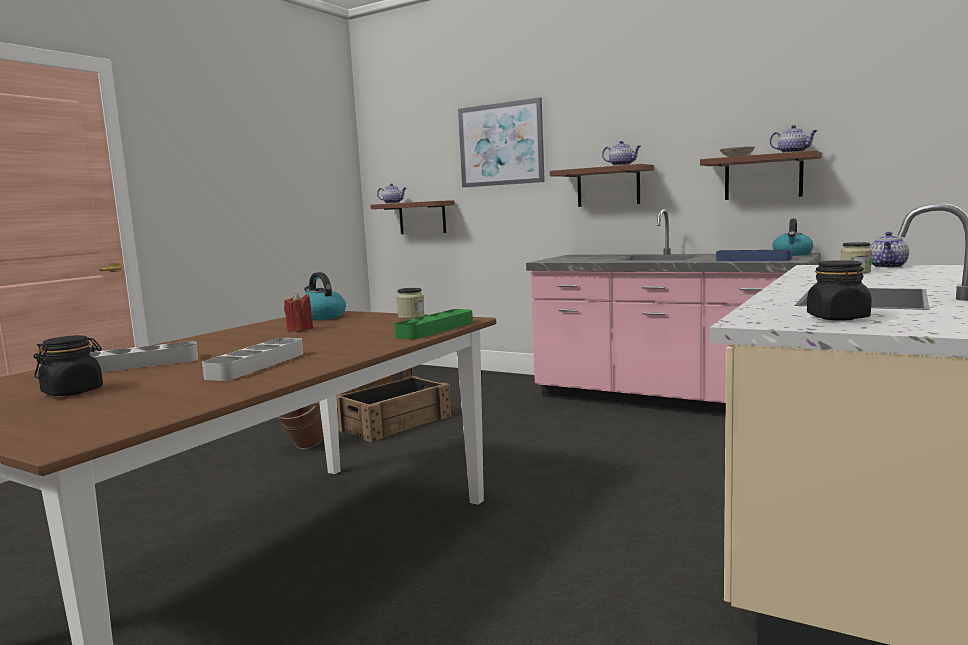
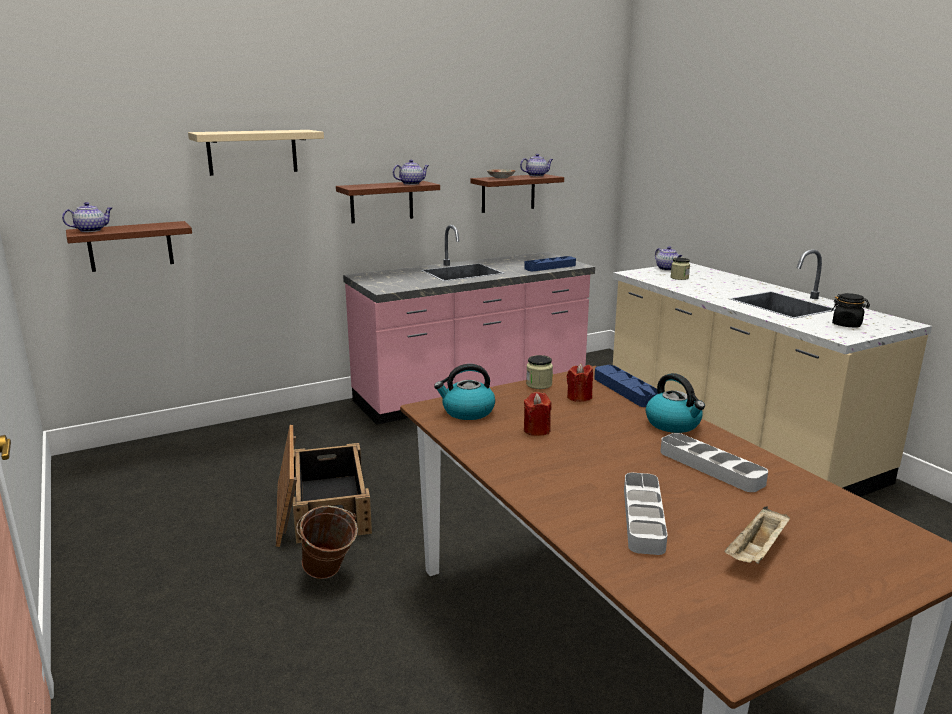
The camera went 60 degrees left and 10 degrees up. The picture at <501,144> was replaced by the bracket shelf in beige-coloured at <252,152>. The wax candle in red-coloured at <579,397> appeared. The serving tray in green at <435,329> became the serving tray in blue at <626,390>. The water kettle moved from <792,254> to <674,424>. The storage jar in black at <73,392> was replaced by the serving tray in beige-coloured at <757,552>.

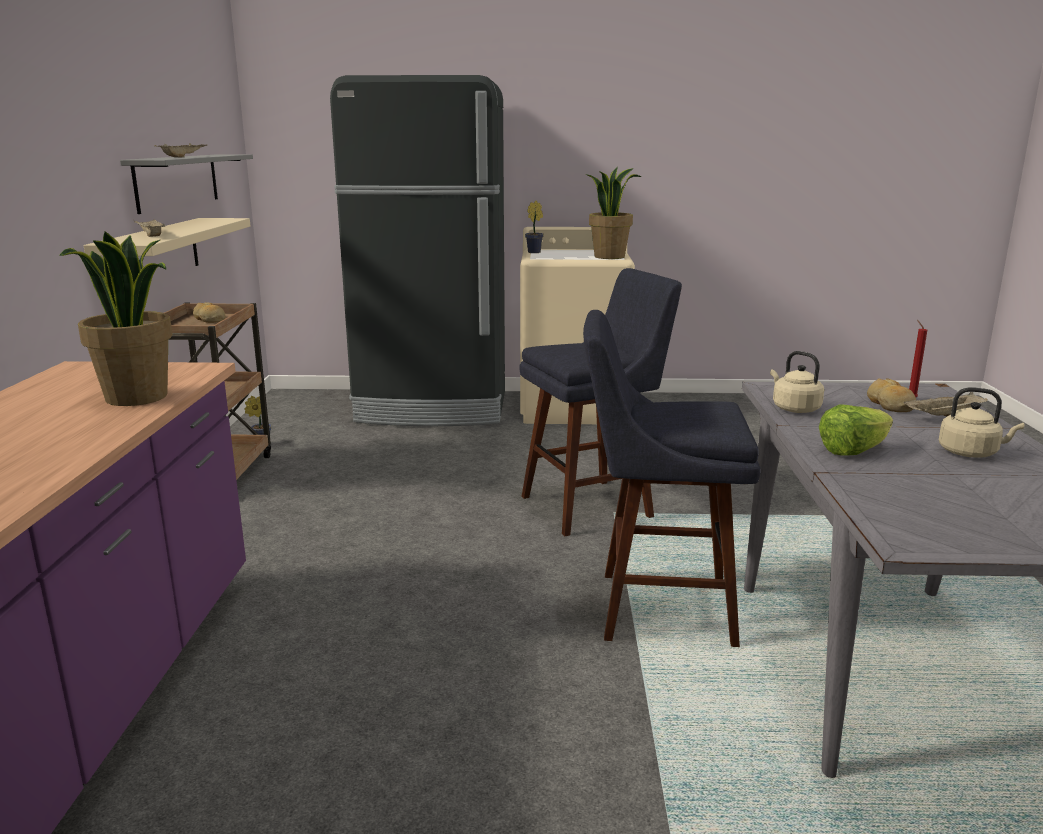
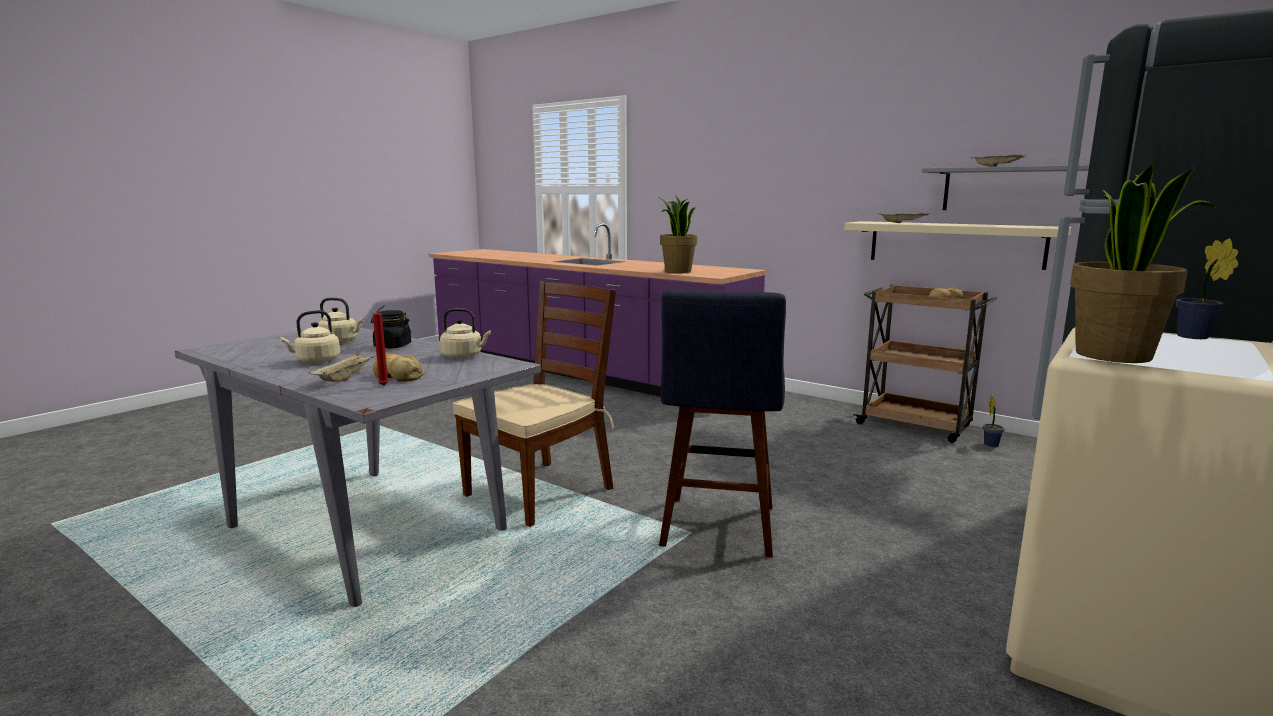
The camera went 125 degrees right and 5 degrees down. The water kettle in beige-coloured at <341,342> appeared. The lettuce at <853,451> was replaced by the storage jar in black at <392,346>. The sitting stool in blue at <654,607> was replaced by the plain chair in brownish at <540,491>.

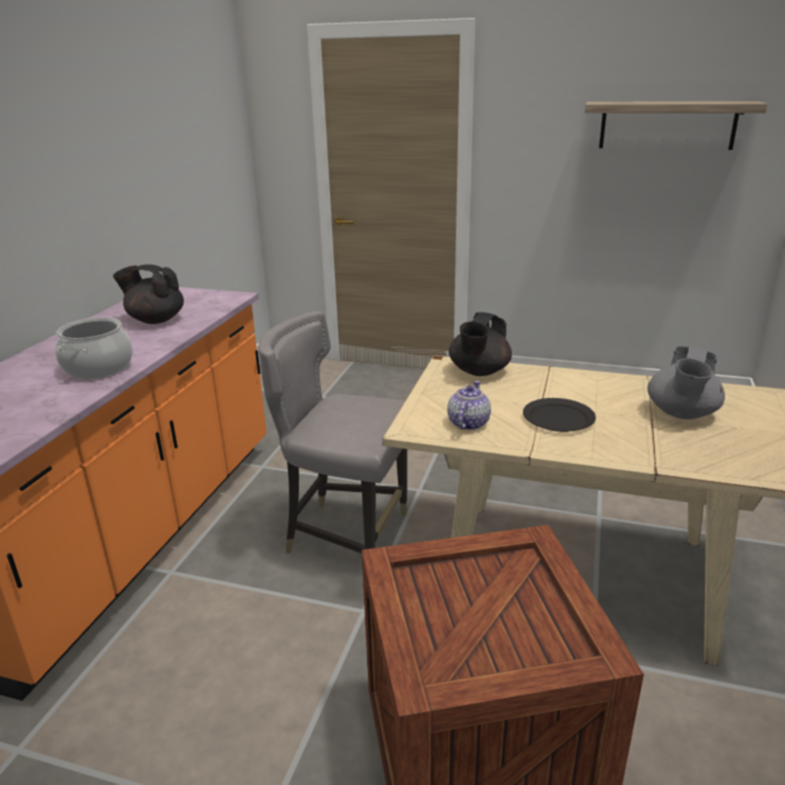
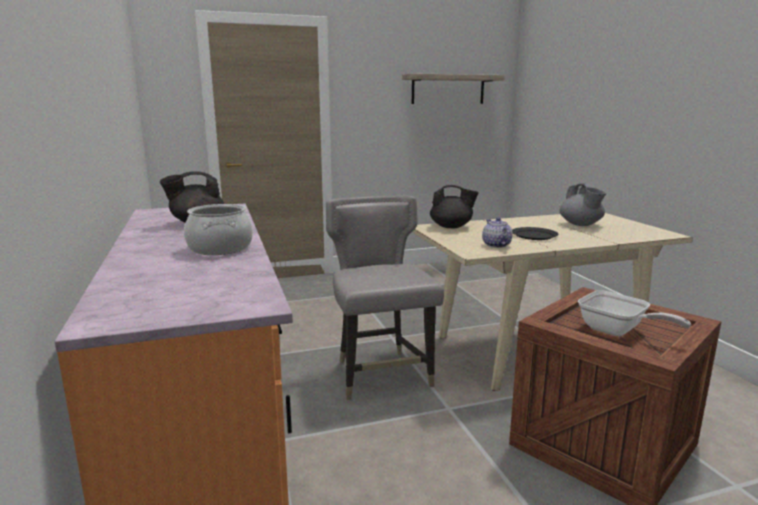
The camera went 35 degrees left and 10 degrees down. The plain chair in greyish at <348,536> turned 90 degrees clockwise. The tea pot in black at <479,372> turned 75 degrees counterclockwise. The frying pan at <617,331> appeared.

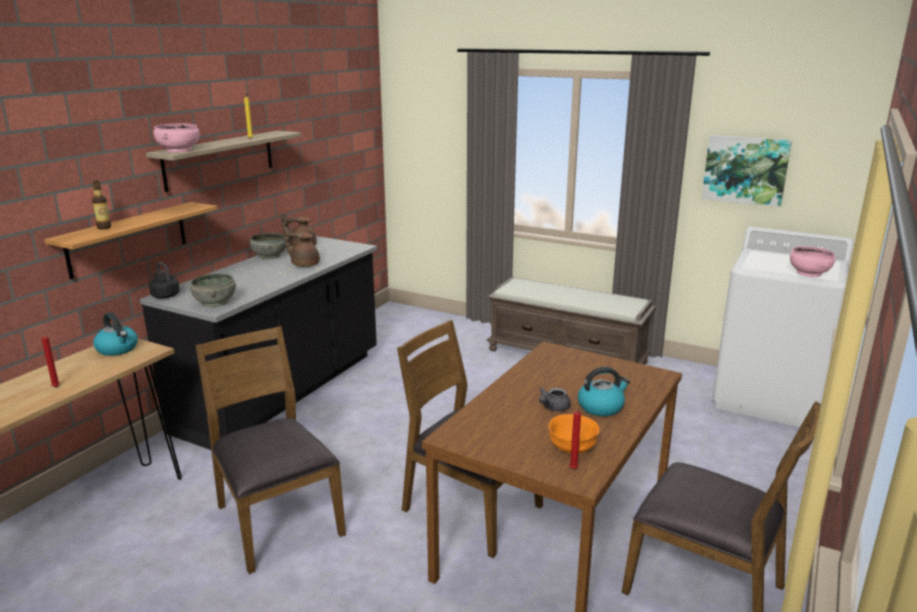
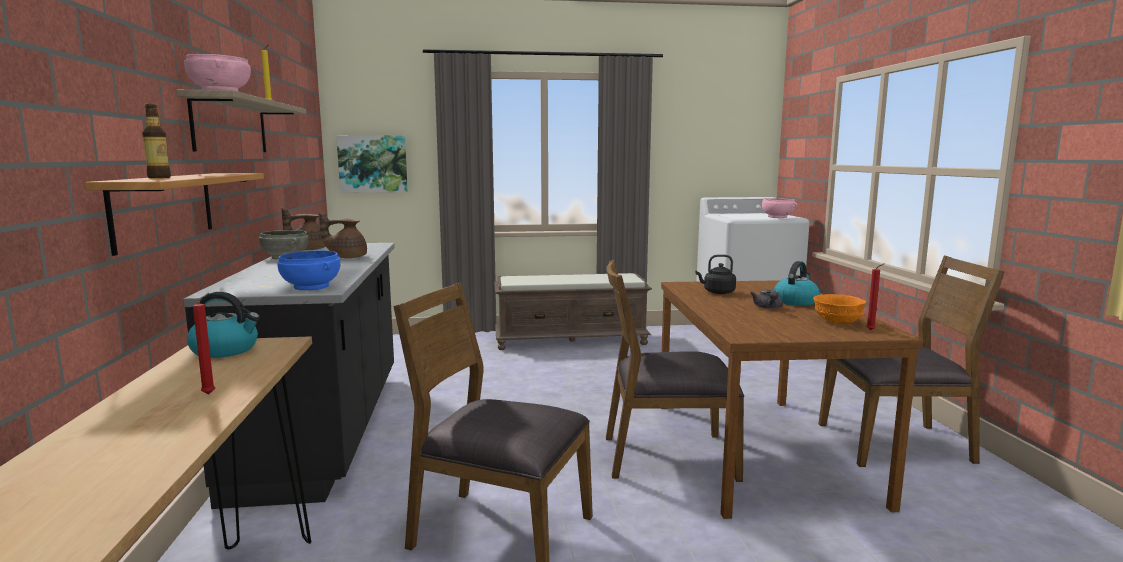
The camera went 35 degrees left and 10 degrees down. The serving bowl in greyish at <215,302> became the serving bowl in blue at <312,287>. The picture moved from <745,170> to <373,164>. The water kettle in black moved from <165,295> to <717,292>.

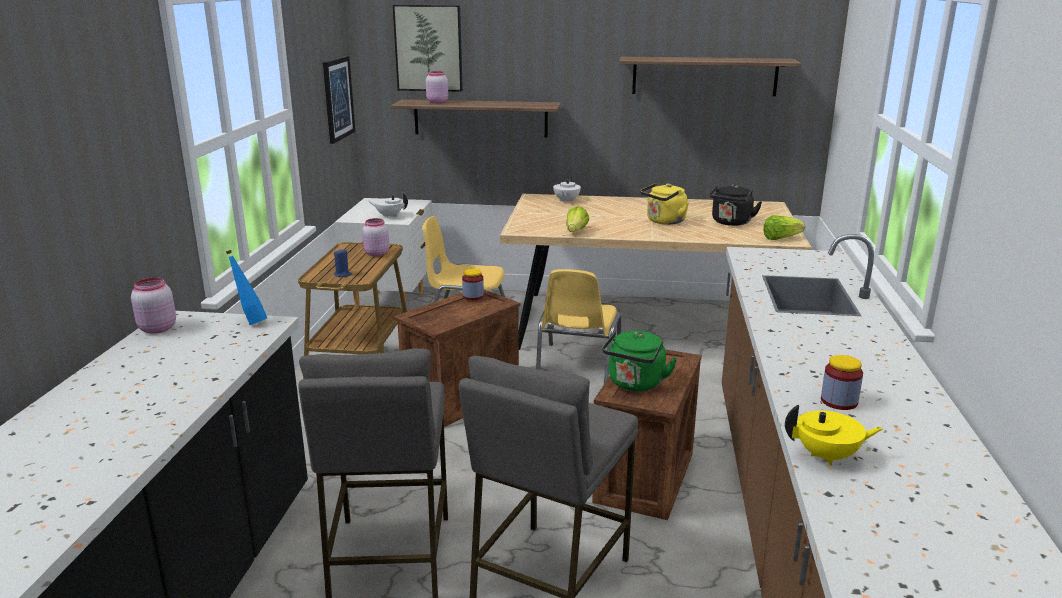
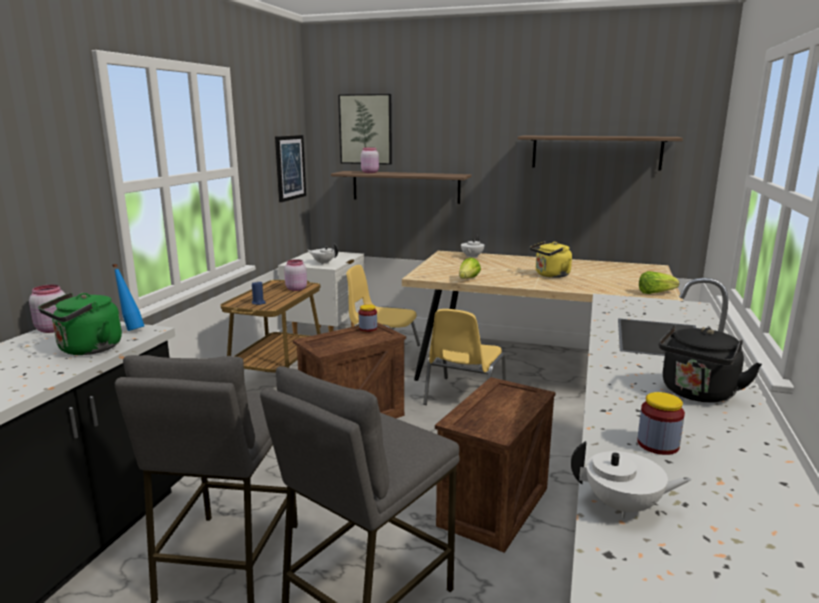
The camera went 10 degrees right and 5 degrees down. The water kettle in green moved from <635,384> to <87,349>. The tea pot in yellow-coloured at <827,456> became the tea pot in whitish at <623,507>. The water kettle in black moved from <731,223> to <697,394>.

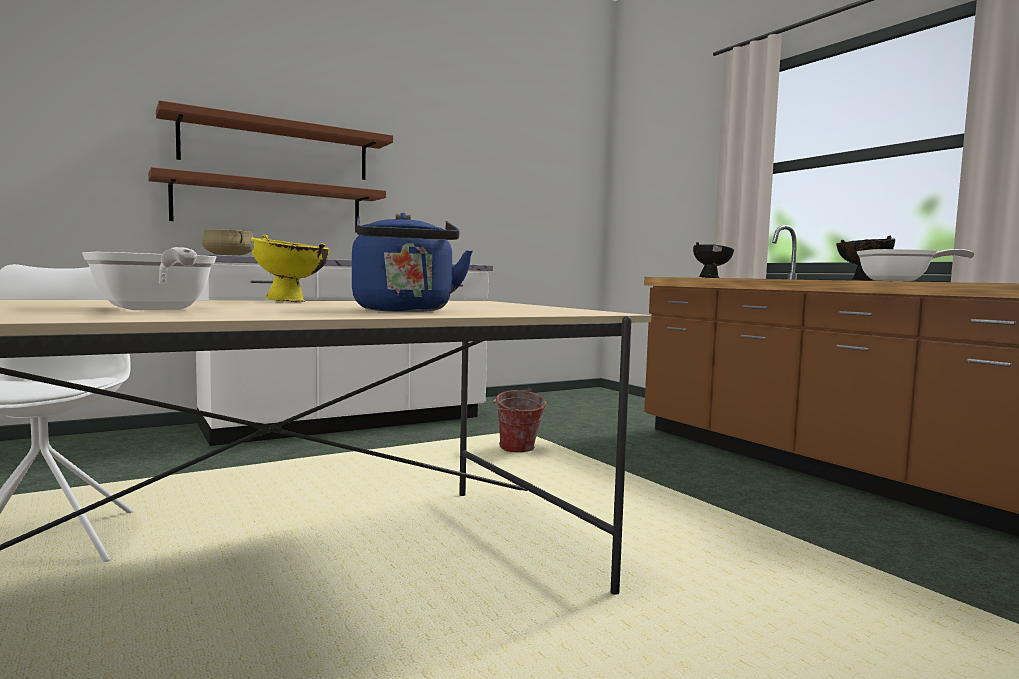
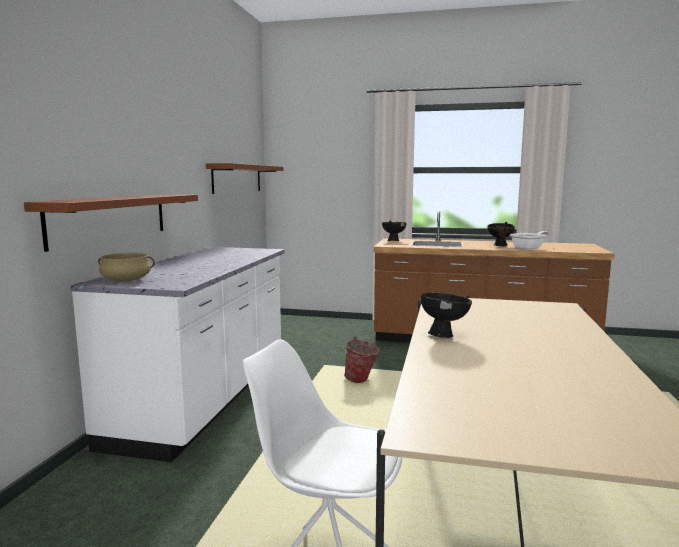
The camera went 45 degrees left and 5 degrees up. The bracket shelf in brownish moved from <277,148> to <237,178>. The serving bowl in yellow-coloured at <292,301> became the serving bowl in black at <445,334>. The frying pan at <153,309> disappeared. The water kettle in blue at <405,311> disappeared.

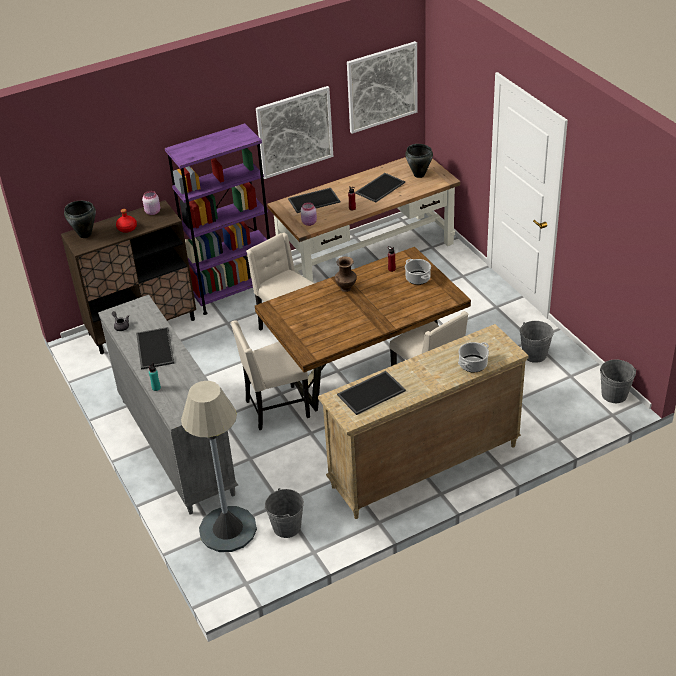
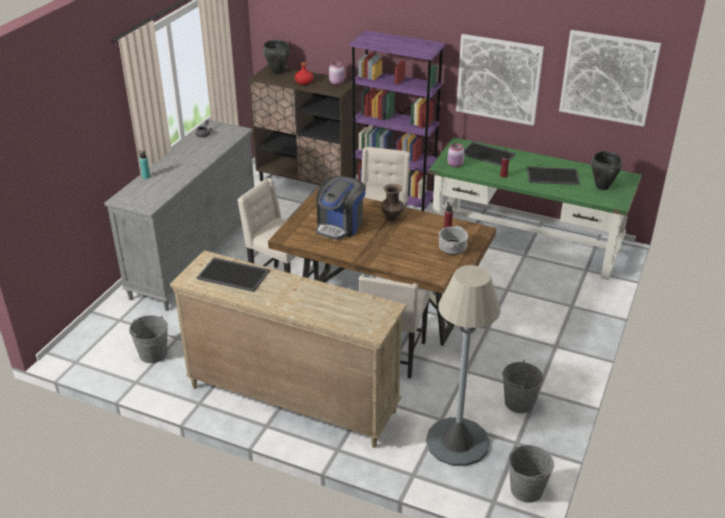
The camera went 50 degrees right and 5 degrees down. The coffee machine at <340,225> appeared. The standard lamp in greyish moved from <227,529> to <457,442>. The desk in brownish at <367,254> became the desk in green at <526,240>. The serving tray at <154,348> disappeared. The stockpot at <473,364> disappeared.

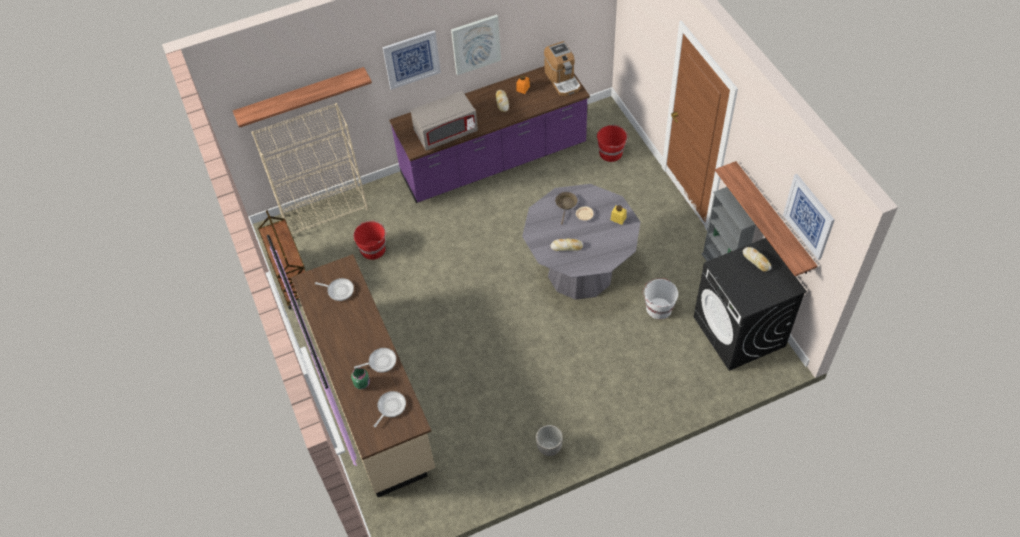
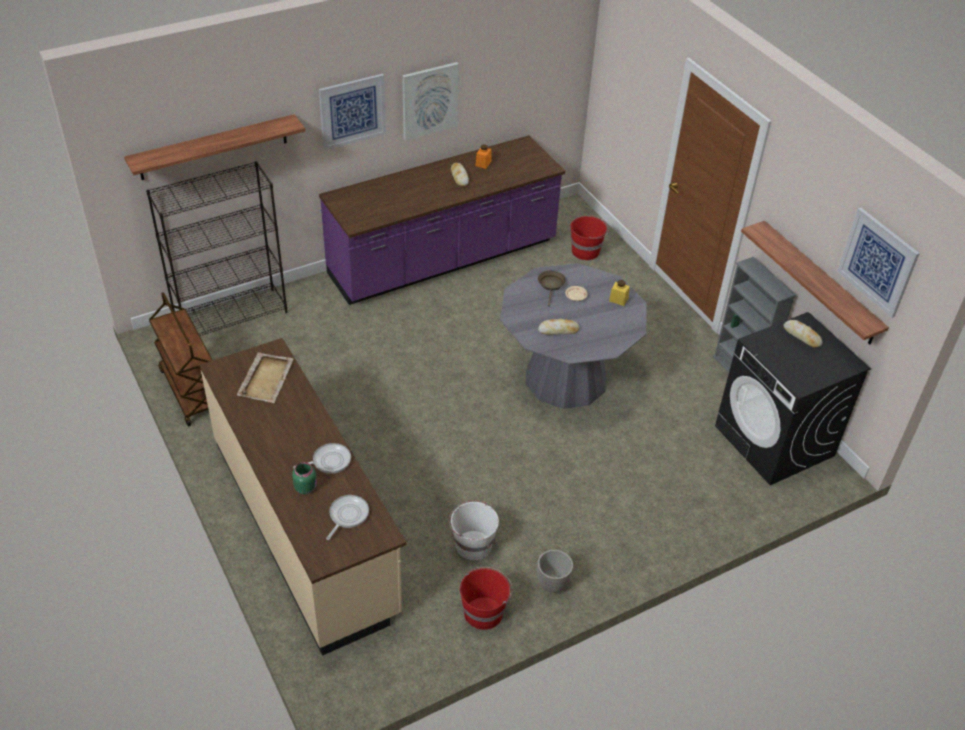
The camera went 10 degrees left and 10 degrees down. The shelving unit in beige-coloured at <325,212> became the shelving unit in black at <231,316>. The frying pan at <339,290> was replaced by the serving tray in beige-coloured at <266,379>. The water bucket in whitish moved from <658,308> to <472,544>. The water bucket in red-coloured moved from <373,249> to <484,612>. The microwave in greyish at <446,133> disappeared. The coffee machine at <562,80> disappeared.

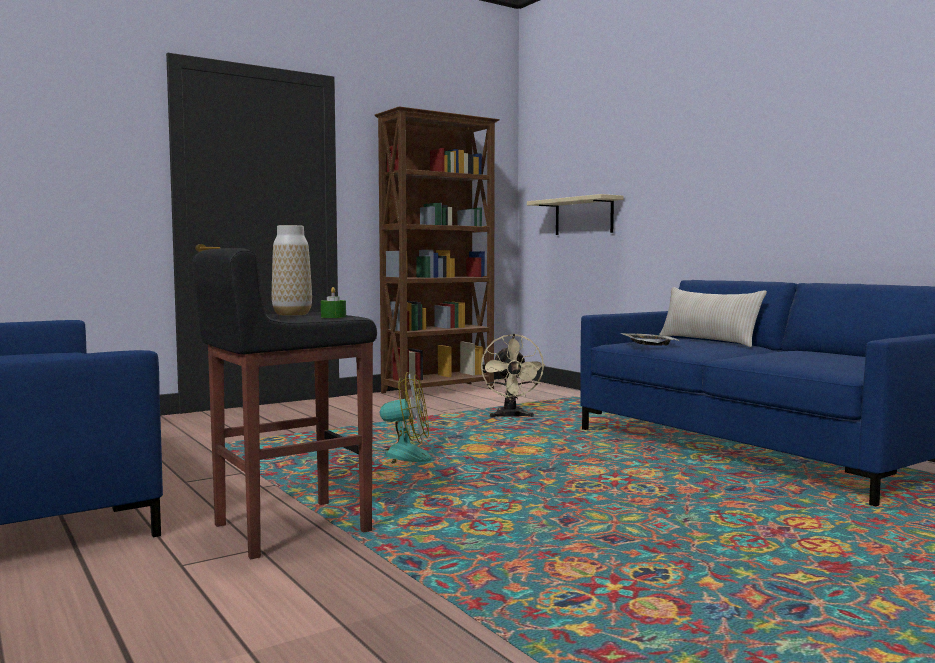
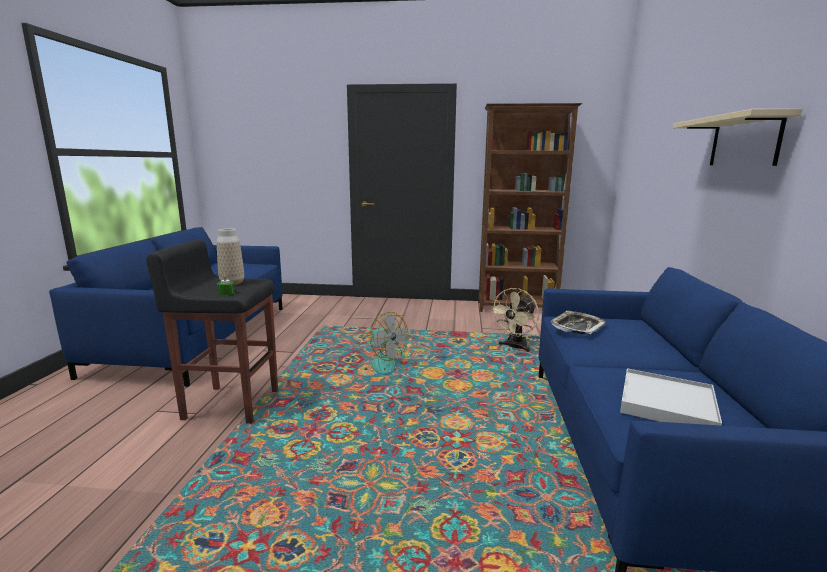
The camera went 40 degrees right and 10 degrees up. The serving tray in whitish at <666,403> appeared. The bracket shelf in beige-coloured moved from <583,216> to <744,141>. The pillow in beige-coloured at <708,341> disappeared.

